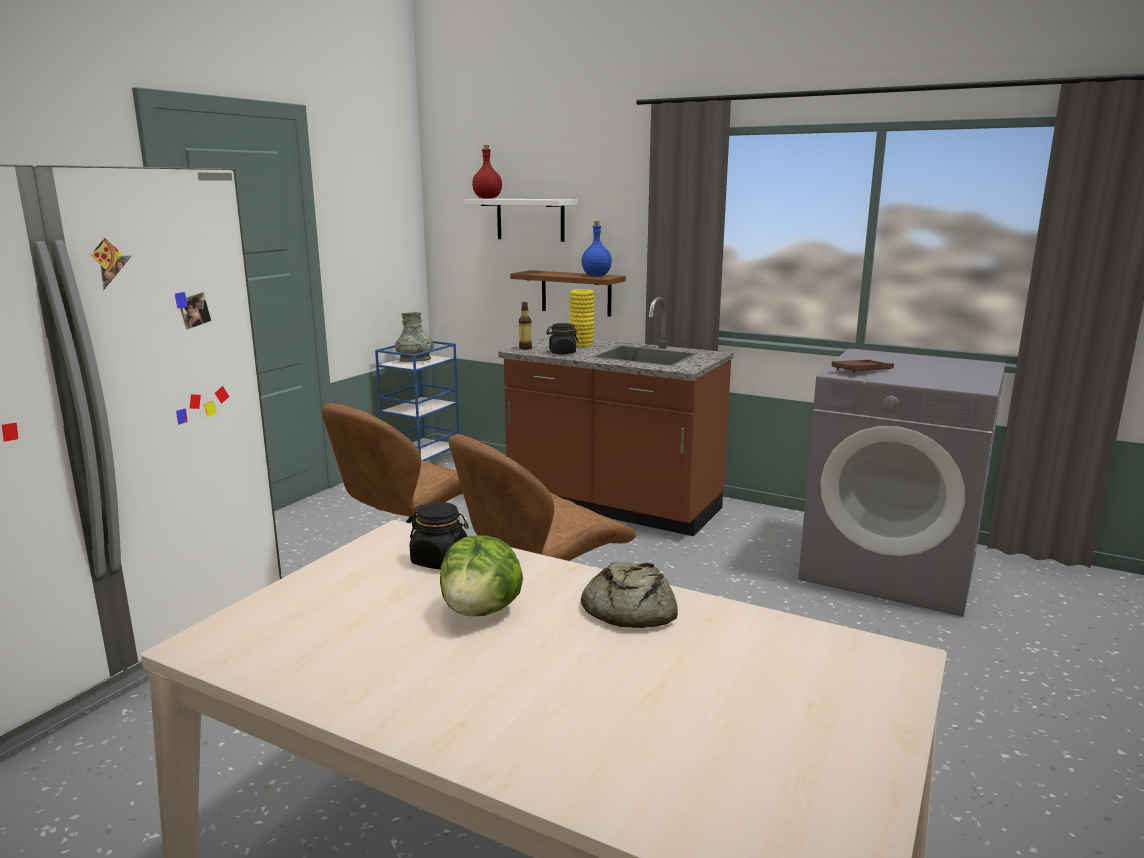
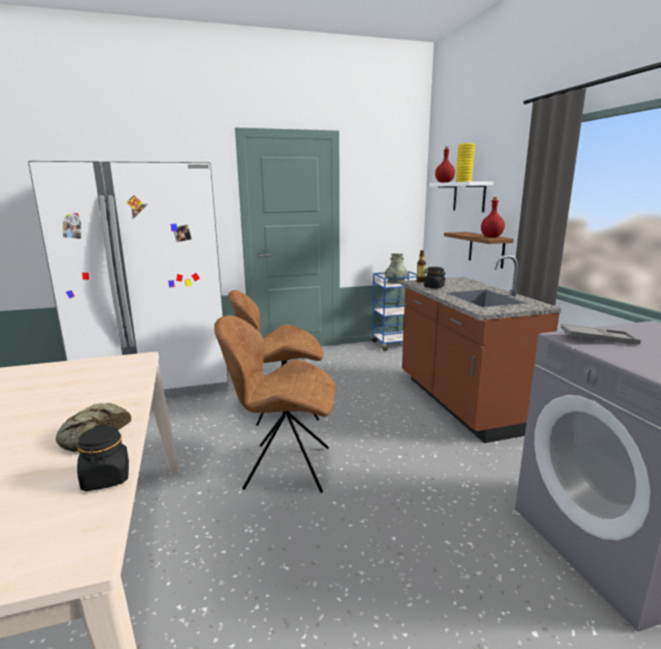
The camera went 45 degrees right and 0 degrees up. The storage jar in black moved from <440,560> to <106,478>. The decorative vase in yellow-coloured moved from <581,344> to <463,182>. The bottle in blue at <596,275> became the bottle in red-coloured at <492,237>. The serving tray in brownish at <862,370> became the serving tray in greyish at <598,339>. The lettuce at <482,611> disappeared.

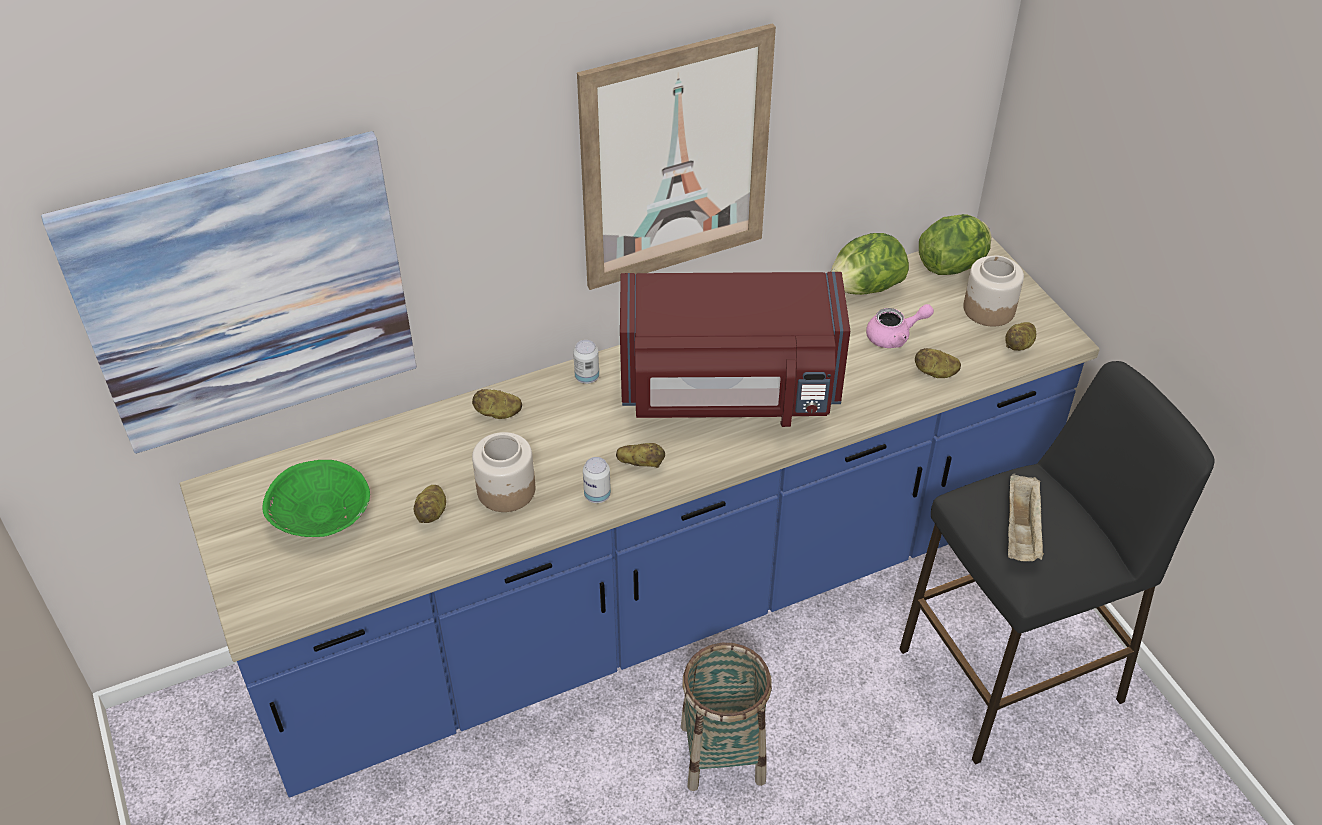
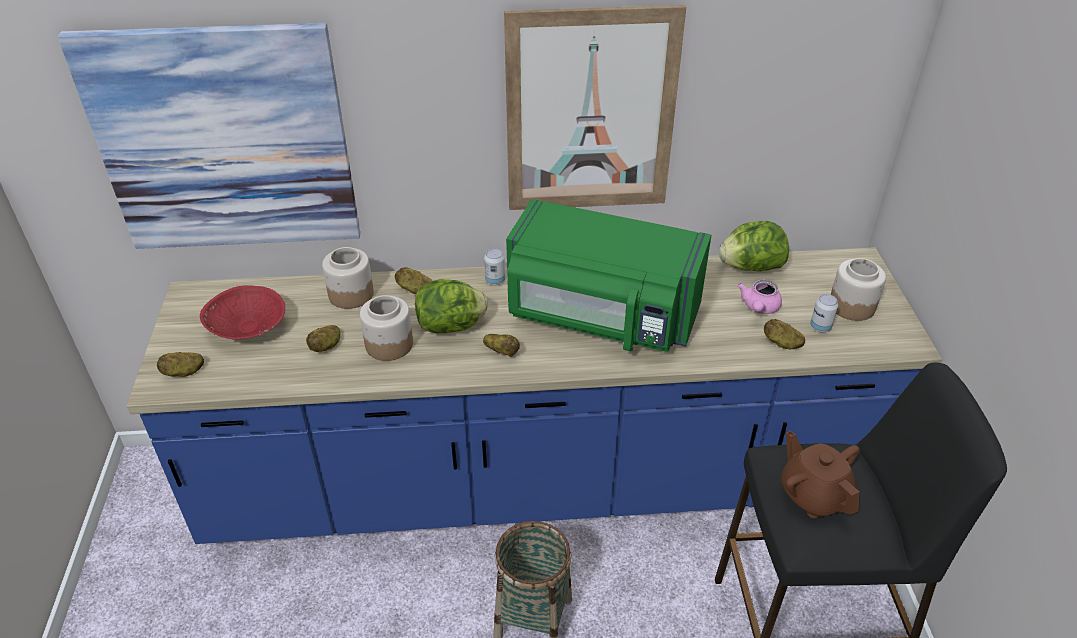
The camera went 20 degrees right and 5 degrees down. The spud moved from <1019,345> to <183,372>. The serving bowl in green at <322,516> became the serving bowl in red-coloured at <249,328>. The storage jar at <350,294> appeared. The lettuce moved from <953,265> to <451,326>. The microwave in red-coloured at <729,392> became the microwave in green at <600,317>. The tea pot in pink-coloured at <894,336> turned 105 degrees clockwise. The serving tray in beige-coloured at <1021,531> was replaced by the tea pot in brownish at <813,495>. The can moved from <597,495> to <820,327>.

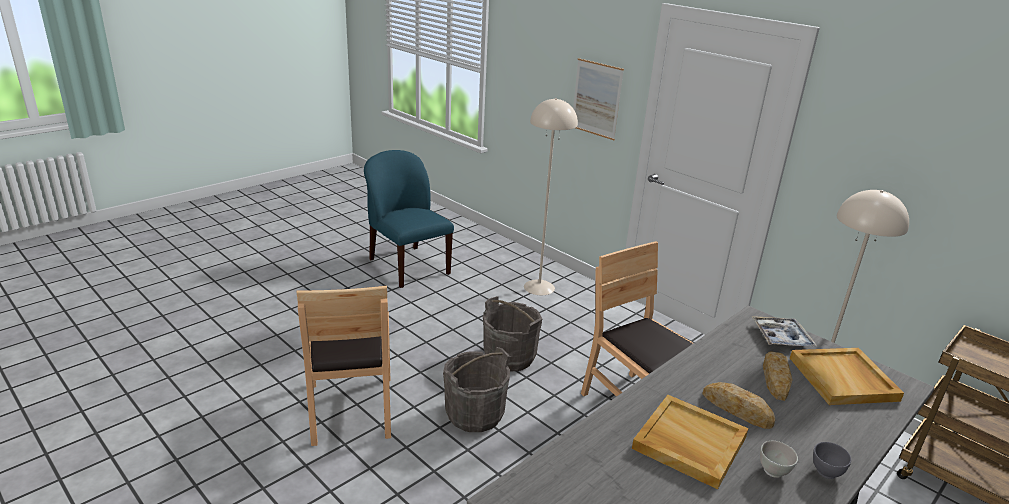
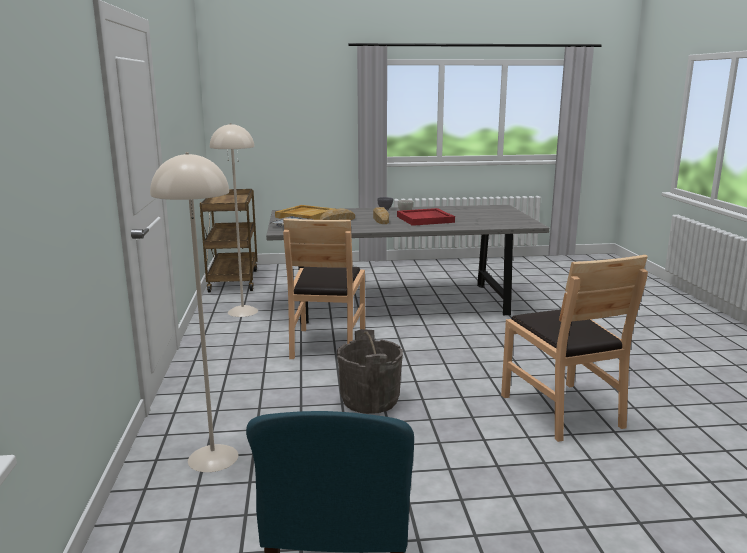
The camera went 140 degrees left and 10 degrees down. The serving tray in beige-coloured at <688,443> became the serving tray in red-coloured at <425,219>. The plain chair in brownish at <351,409> turned 135 degrees clockwise. The water bucket in greyish at <475,414> disappeared. The picture at <596,99> disappeared.

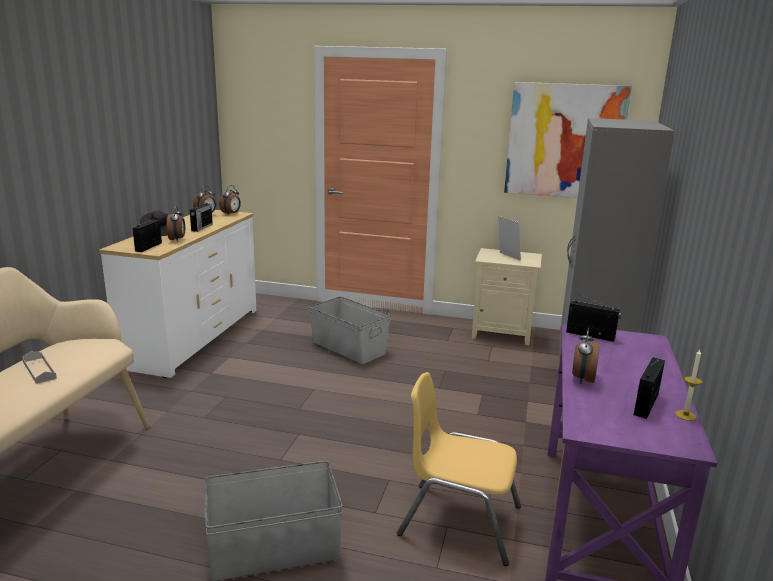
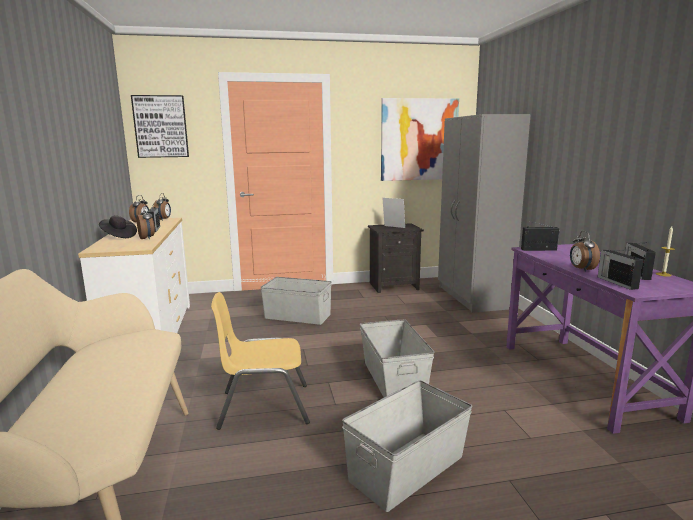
The camera went 25 degrees left and 5 degrees down. The picture at <161,126> appeared. The plain chair in yellow-coloured moved from <459,521> to <264,406>. The storage container in greyish at <394,379> appeared. The bedside table in beige-coloured at <503,333> became the bedside table in black at <394,286>. The radio set moved from <149,247> to <616,282>. The serving tray in greyish at <39,370> disappeared.

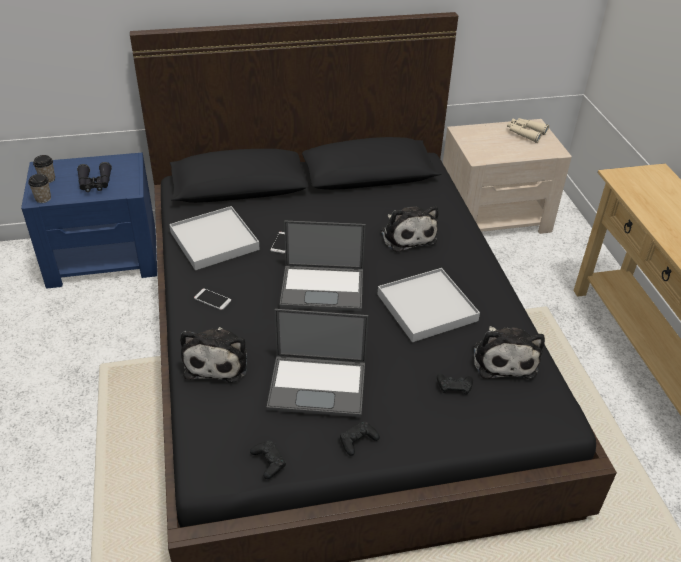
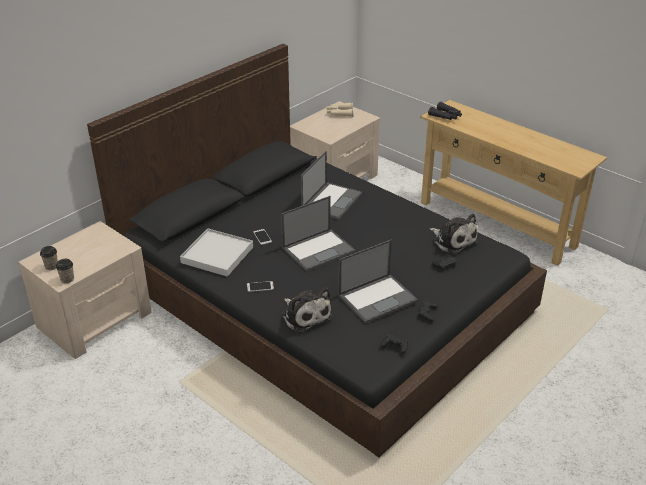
The camera went 35 degrees left and 5 degrees down. The bedside table in blue at <104,257> became the bedside table in beige-coloured at <95,319>. The soft toy at <407,235> was replaced by the notebook computer at <331,201>. The pair of binoculars in black moved from <95,184> to <446,116>. The serving tray in whitish at <426,307> disappeared.

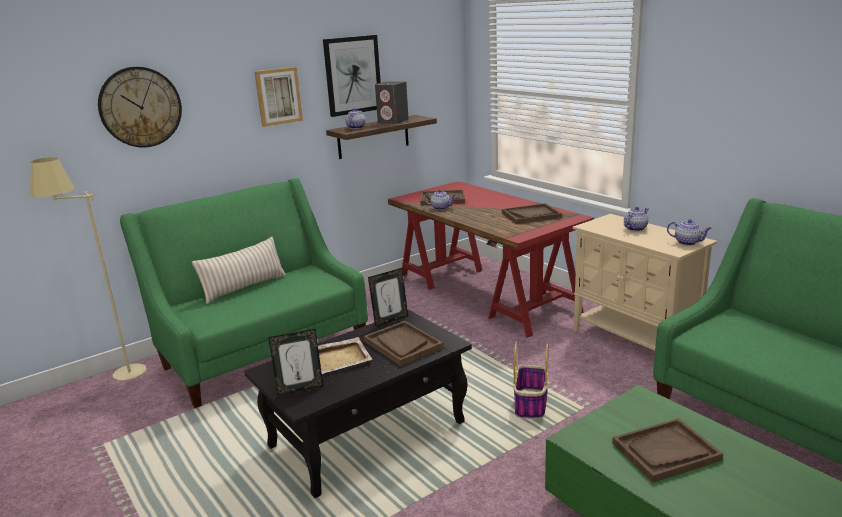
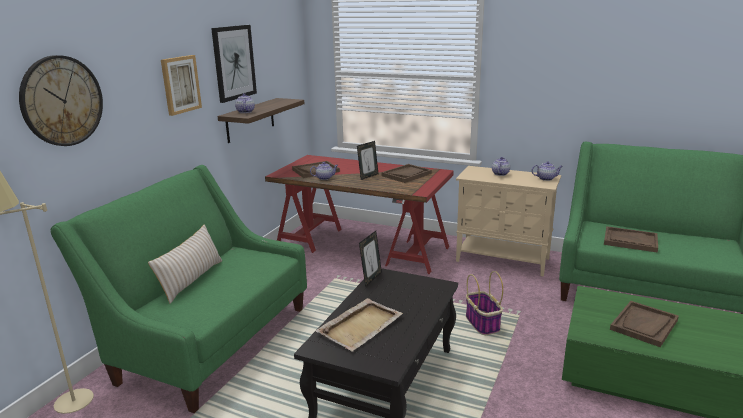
The camera went 30 degrees left and 0 degrees up. The photo frame moved from <300,388> to <368,176>. The serving tray in brownish moved from <402,345> to <630,241>. The audio speaker in greyish at <393,121> disappeared.

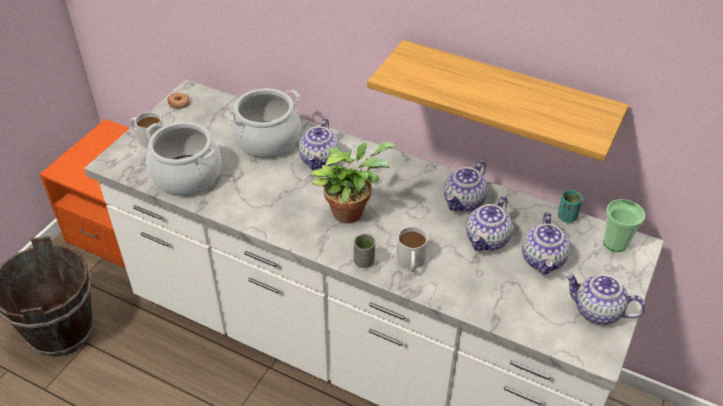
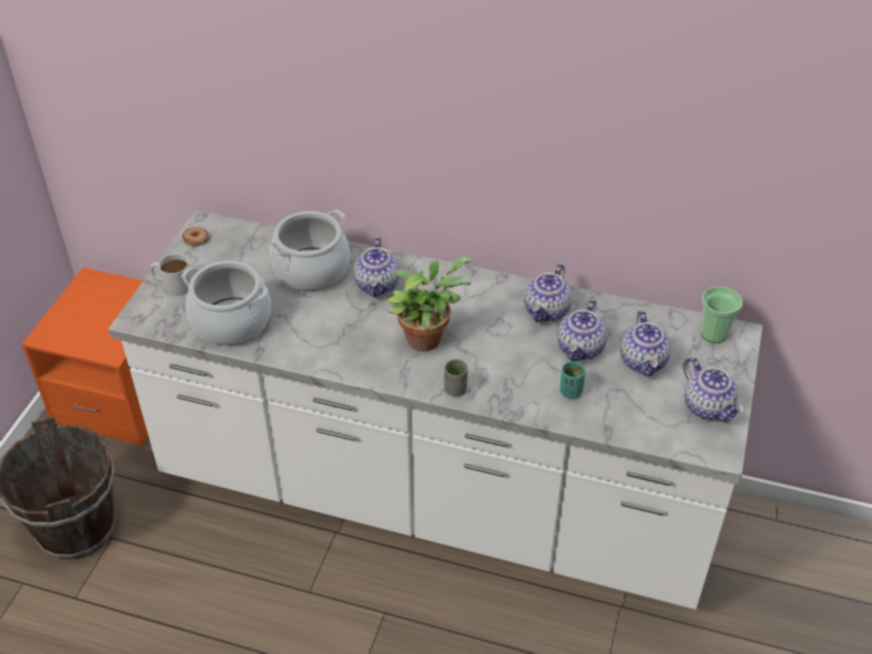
The camera went 10 degrees left and 0 degrees up. The small cup in turquoise moved from <567,217> to <570,391>. The tea pot at <597,311> turned 135 degrees counterclockwise. The bracket shelf at <505,99> disappeared. The coffee mug in whitish at <411,262> disappeared.

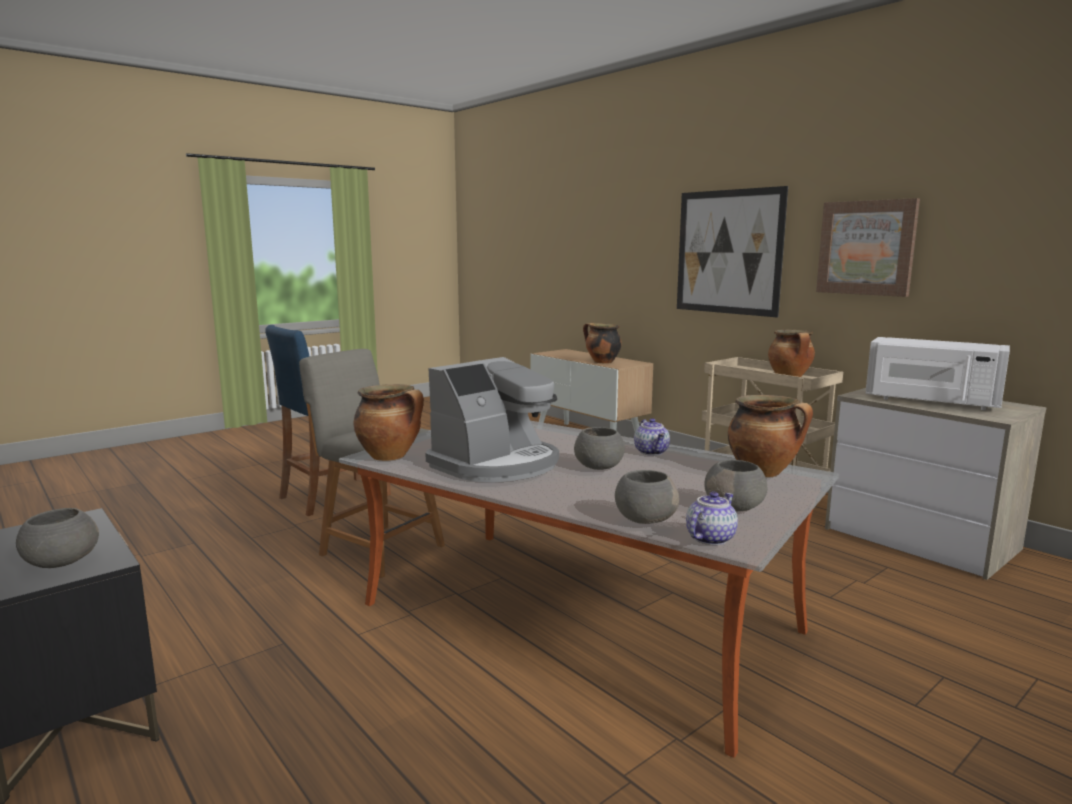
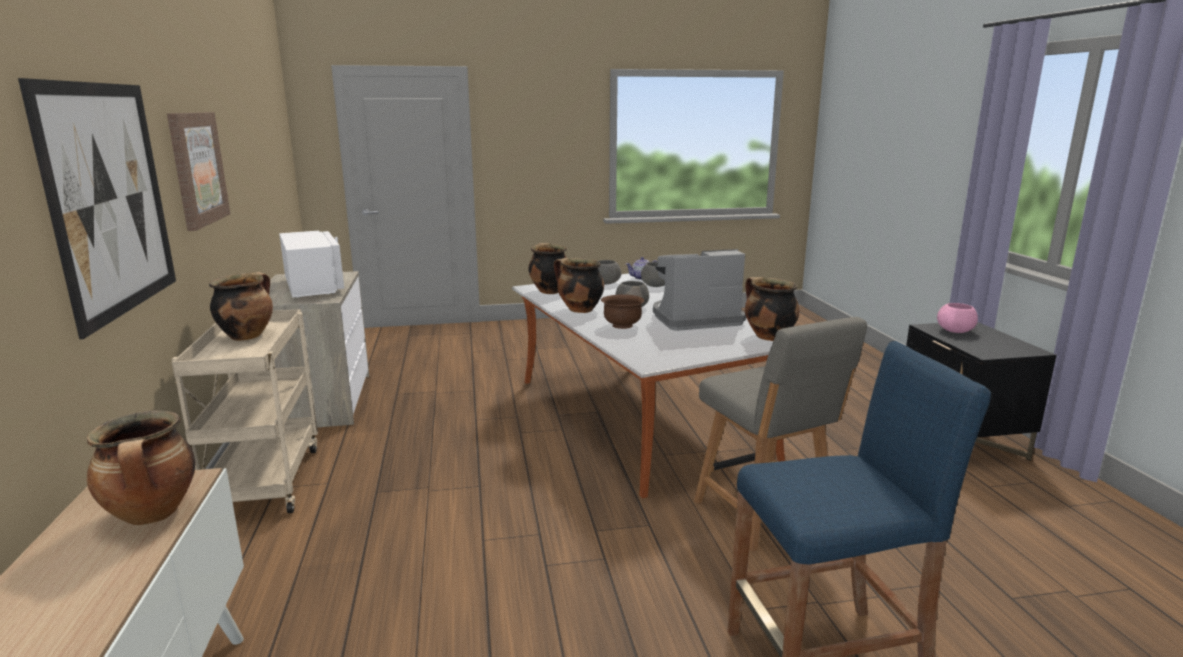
The camera went 150 degrees left and 5 degrees up. The tea pot at <652,452> was replaced by the stockpot at <579,310>. The serving bowl in brownish at <622,325> appeared. The serving bowl in greyish at <60,562> became the serving bowl in pink-coloured at <955,331>.

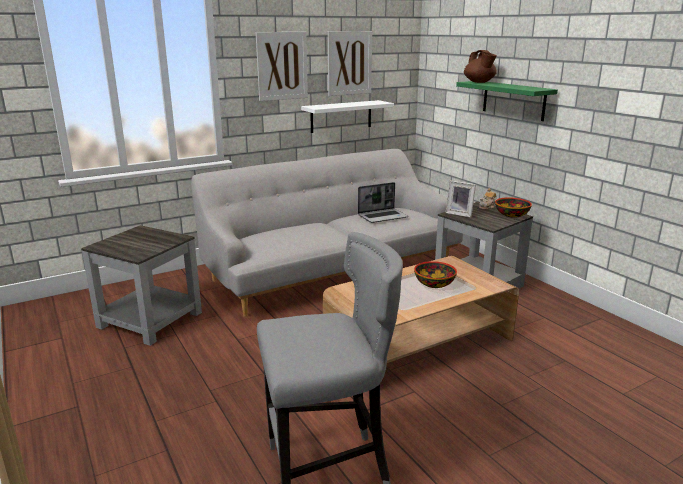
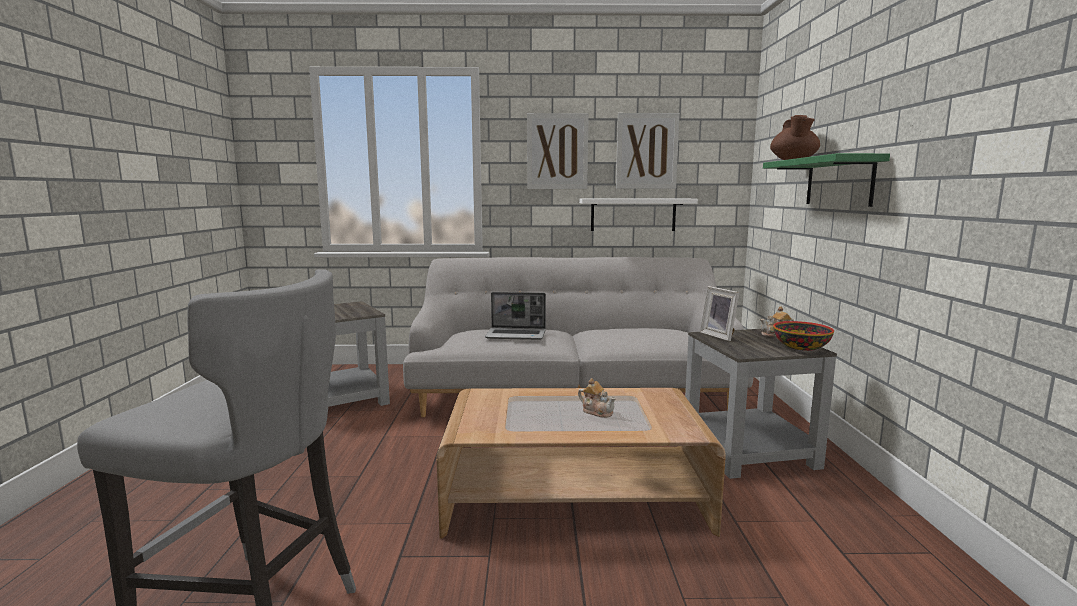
The camera went 30 degrees right and 10 degrees down. The notebook computer moved from <383,216> to <517,335>. The serving bowl at <434,283> was replaced by the tea pot at <597,411>.

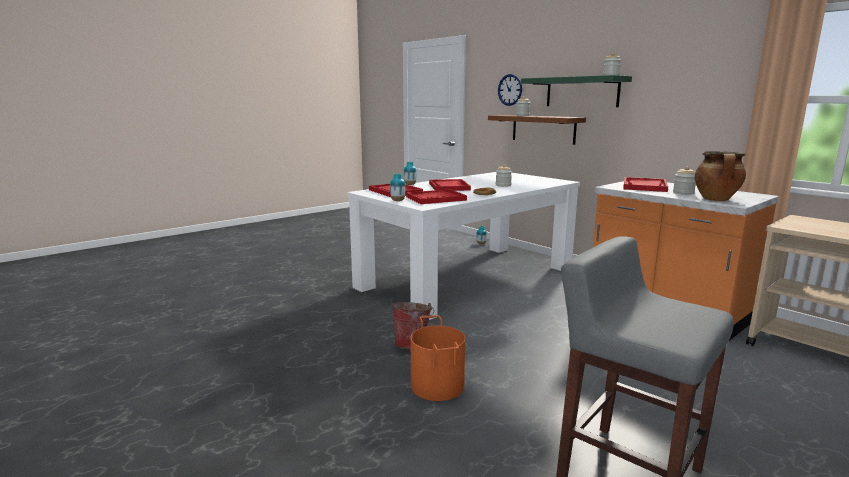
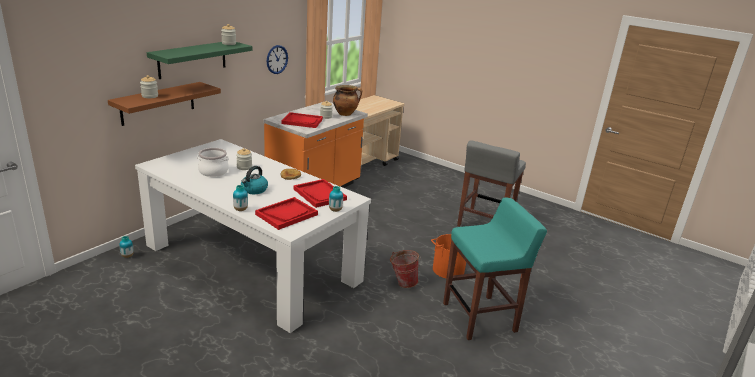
The camera went 105 degrees left and 10 degrees up. The stockpot at <213,171> appeared. The serving tray in red-coloured at <449,187> was replaced by the water kettle at <254,190>. The wall clock moved from <510,90> to <277,59>. The sitting stool in turquoise at <480,317> appeared.

